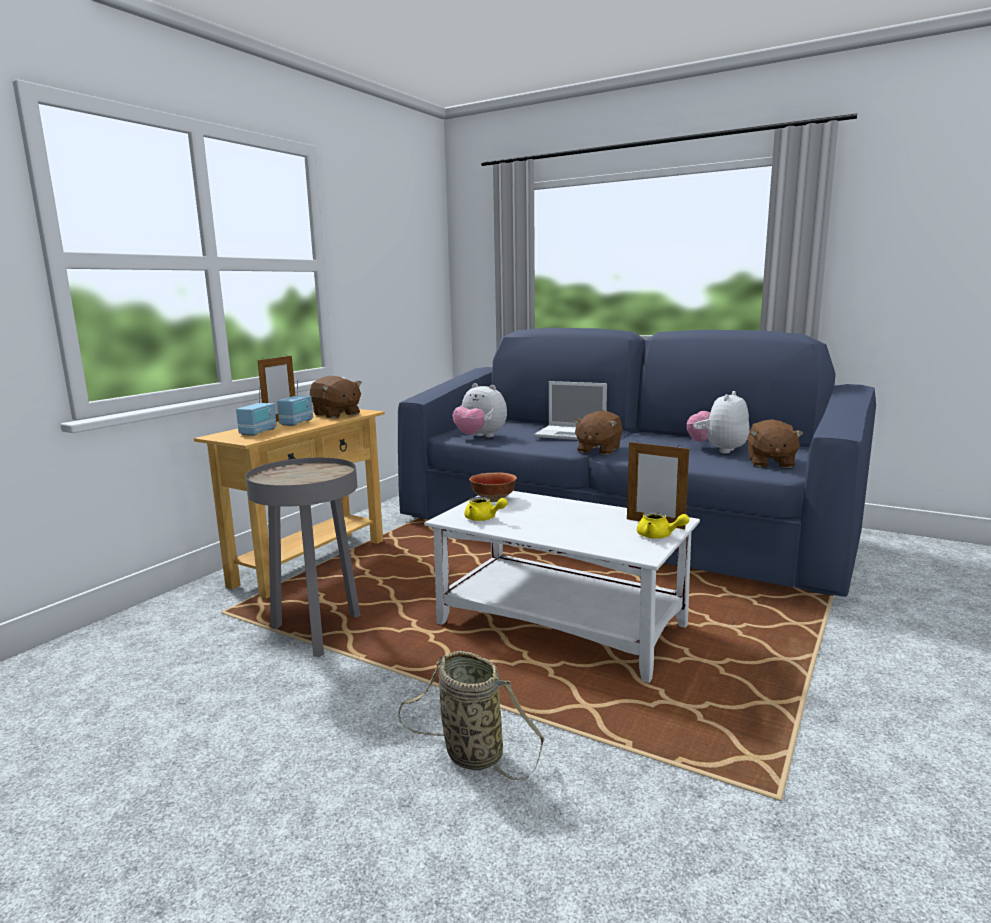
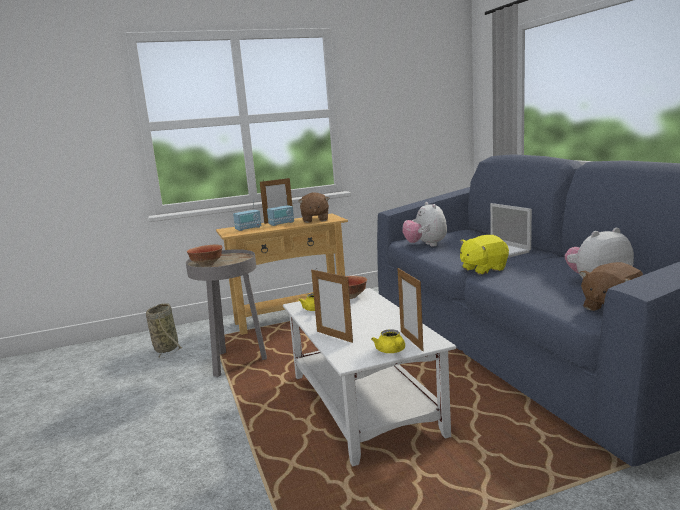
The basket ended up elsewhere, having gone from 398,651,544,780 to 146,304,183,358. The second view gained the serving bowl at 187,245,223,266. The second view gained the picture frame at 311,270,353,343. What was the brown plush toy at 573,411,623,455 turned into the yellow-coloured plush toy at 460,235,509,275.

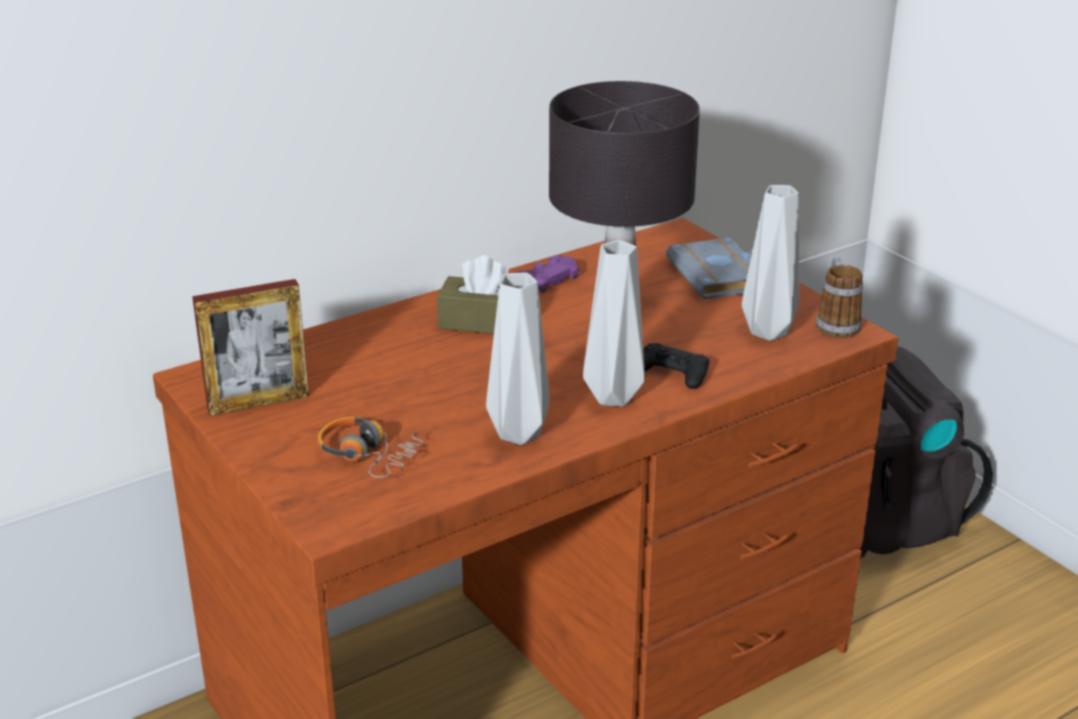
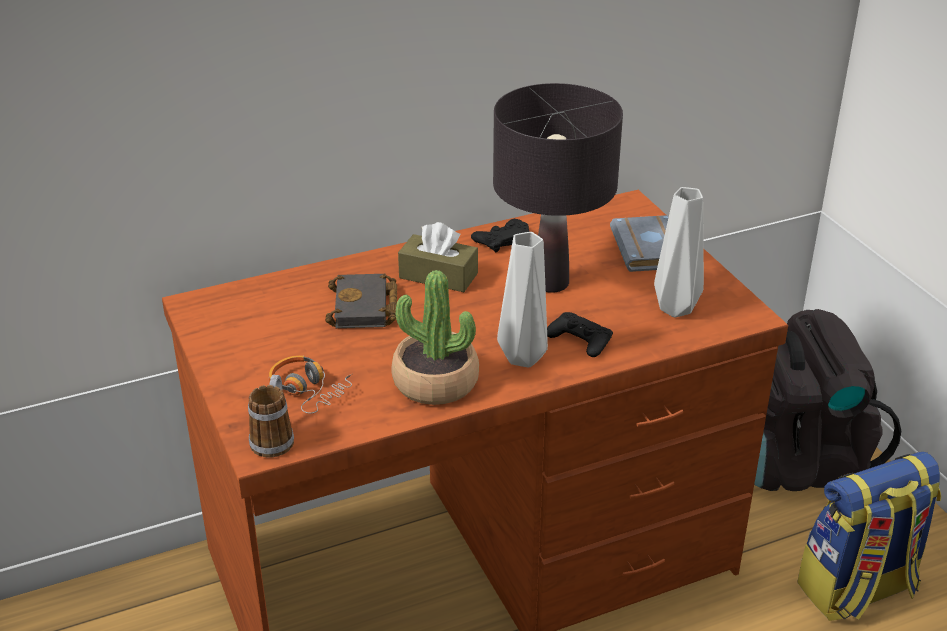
The coffee mug ended up elsewhere, having gone from 816,258,863,338 to 248,375,294,457. The second view gained the black-coloured bound book at 325,274,397,328. Where the greyish decorative vase stood at 486,273,550,445, the plant in a pot came to stand at 391,270,479,405. What was the purple gamepad at 514,255,580,293 turned into the black-coloured gamepad at 471,219,530,252. The second view gained the knapsack at 797,452,941,621. The second view lost the picture frame at 192,279,309,416.

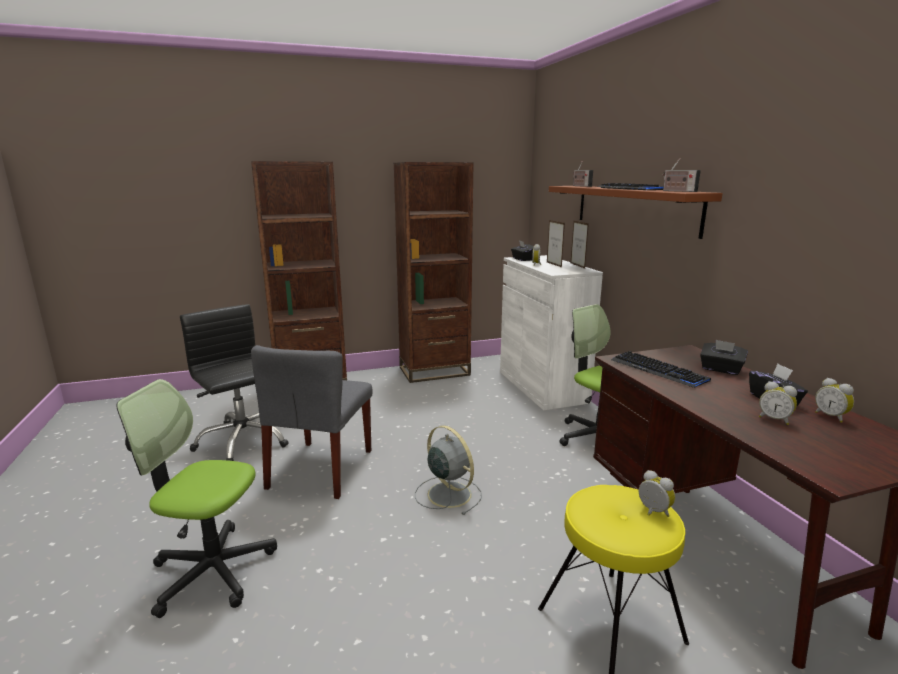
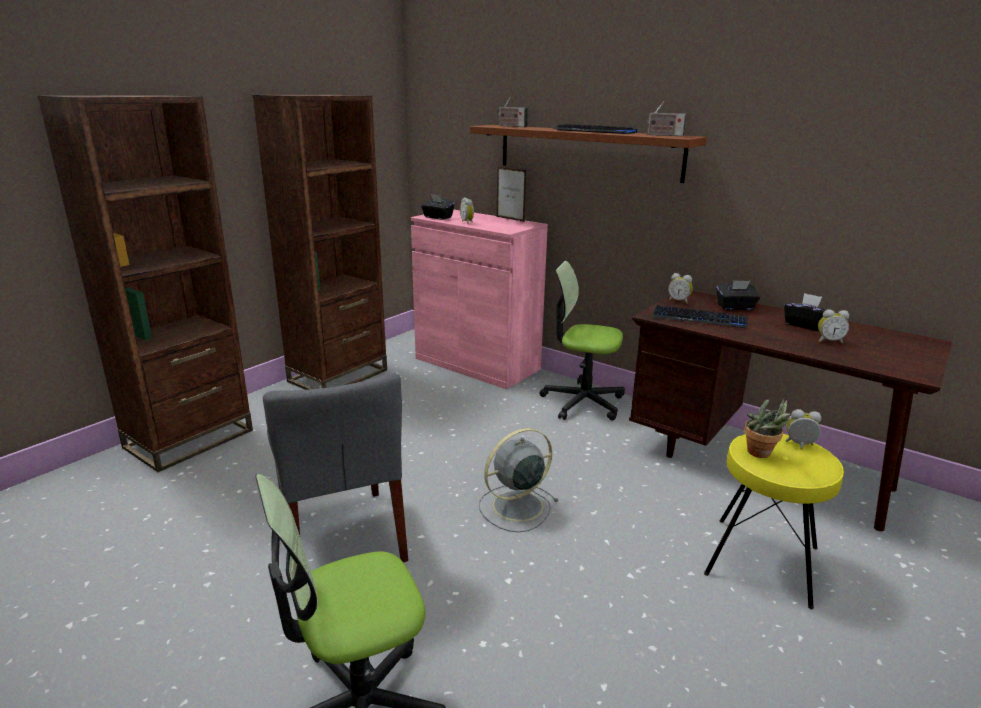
What was the whitish cupboard at 500,255,603,411 turned into the pink cupboard at 411,210,548,389. The greyish cooling fan at 415,425,482,515 ended up facing another way, 45 degrees counterclockwise from before. The table clock ended up elsewhere, having gone from 815,378,854,423 to 668,273,693,304. The second view gained the plant in a pot at 744,399,792,458. The second view lost the black-coloured desk chair at 180,304,289,461. The second view lost the picture frame at 547,220,565,268.

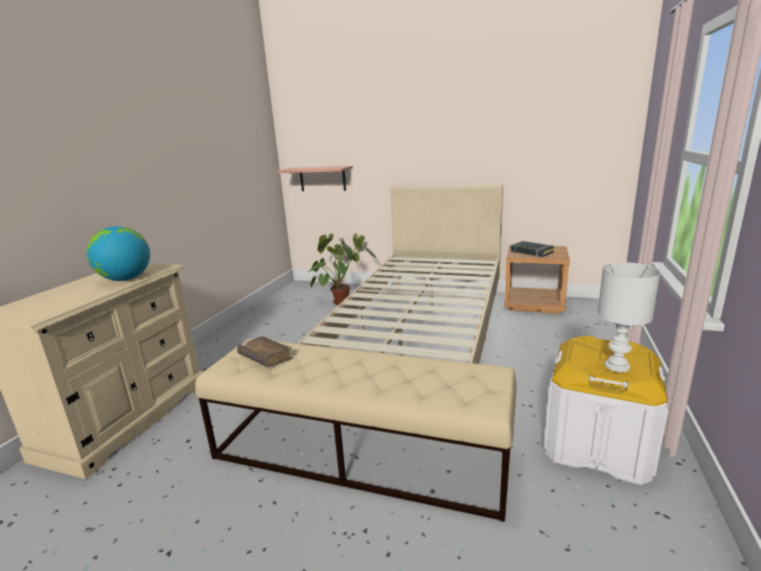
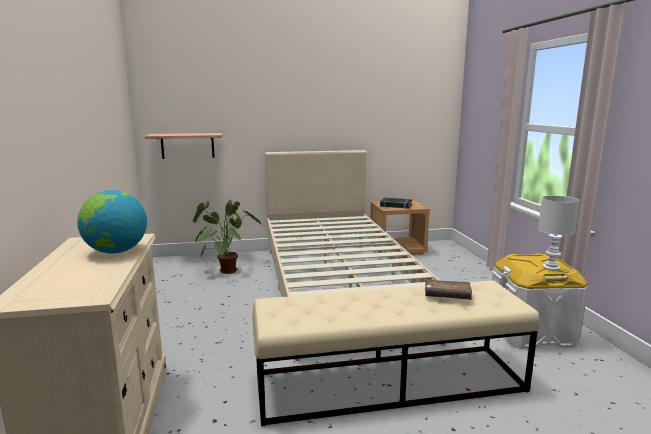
The brown bound book ended up elsewhere, having gone from 237,336,293,367 to 425,279,472,300.

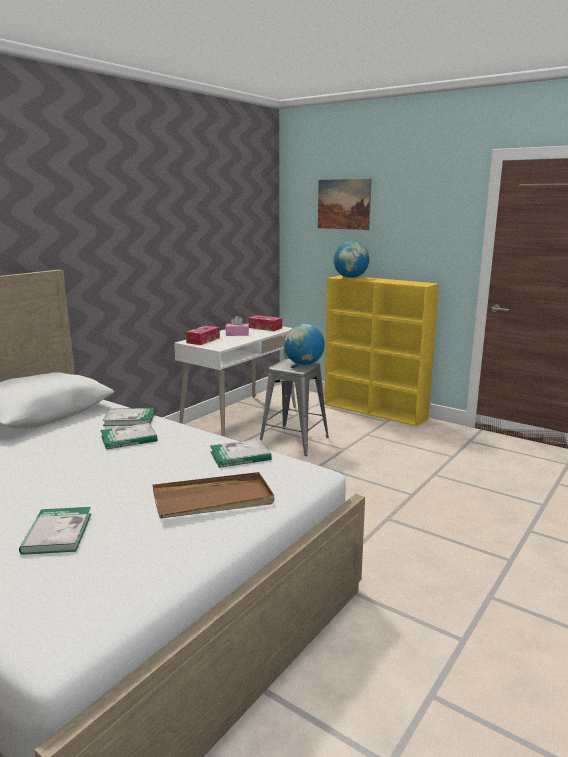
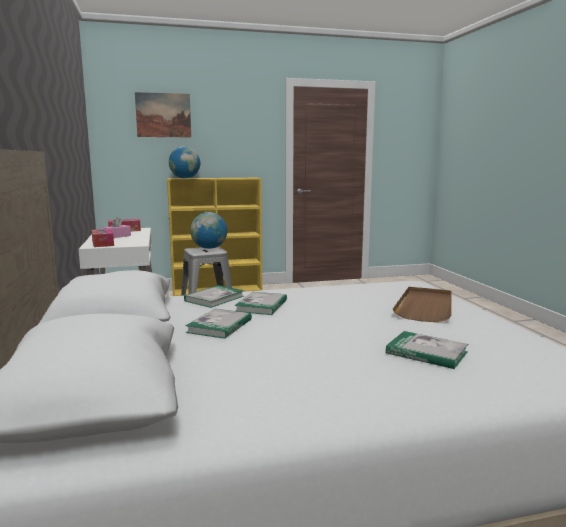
The bound book ended up elsewhere, having gone from 210,439,272,468 to 186,309,252,339.

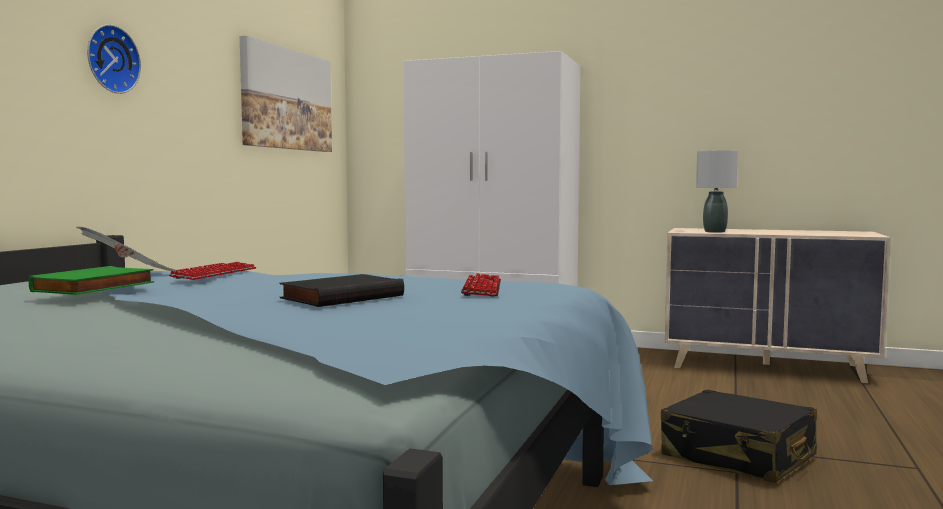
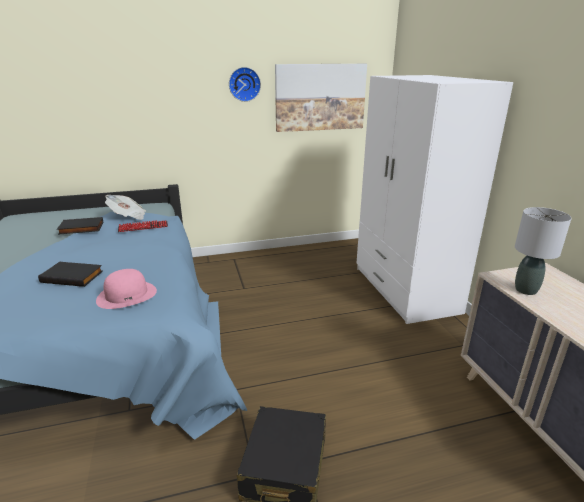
What was the greenish bound book at 29,266,154,295 turned into the black-coloured bound book at 57,217,104,235. Where the keyboard stood at 461,273,501,297, the pink wearable hat came to stand at 96,269,157,309. The clock on the wall ended up elsewhere, having gone from 87,24,141,94 to 229,67,261,102.

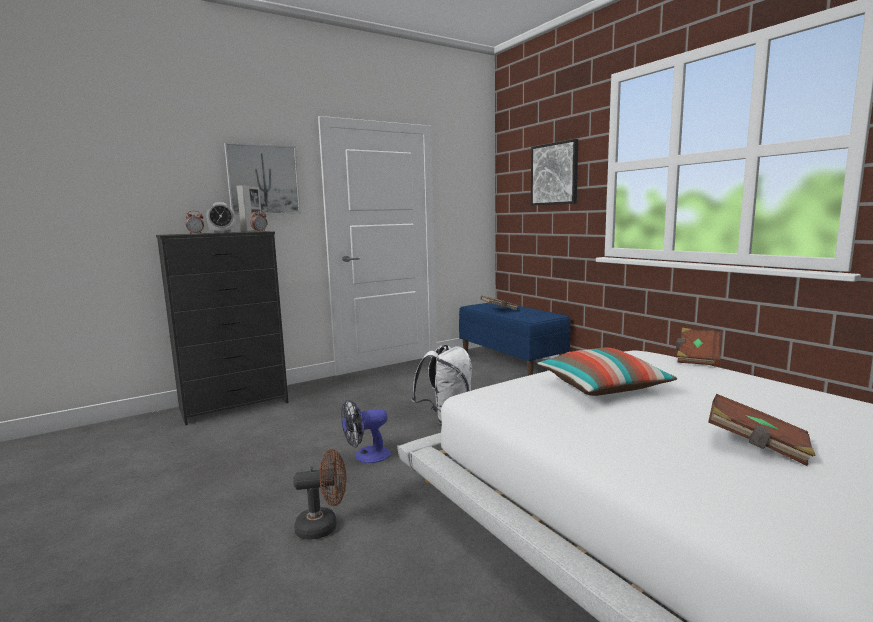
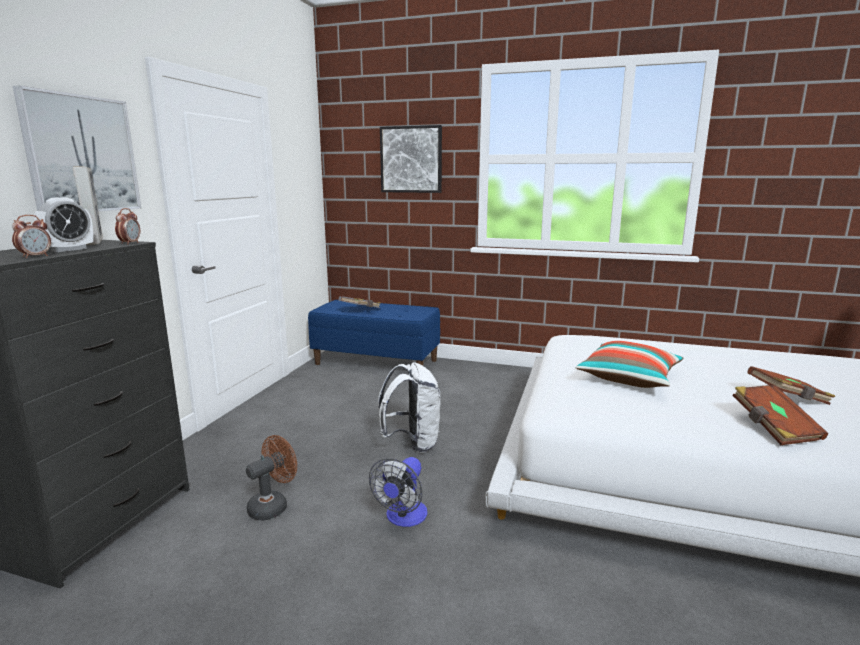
The brown cooling fan ended up elsewhere, having gone from 293,449,346,540 to 246,435,297,521. The brown bound book ended up elsewhere, having gone from 676,328,722,366 to 732,385,828,445.

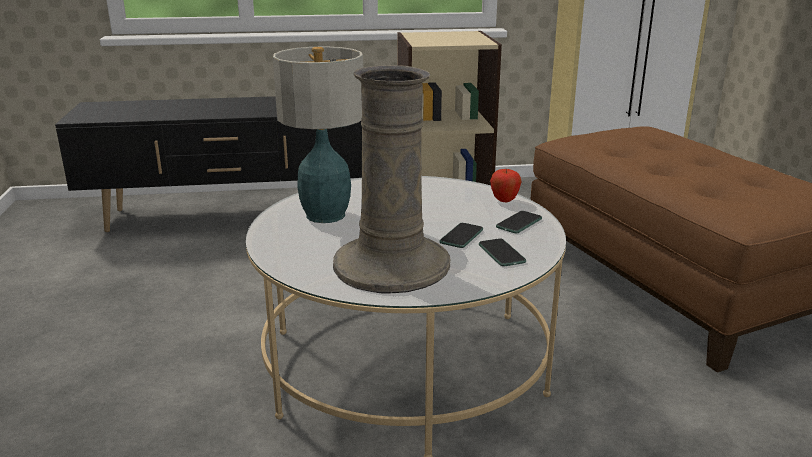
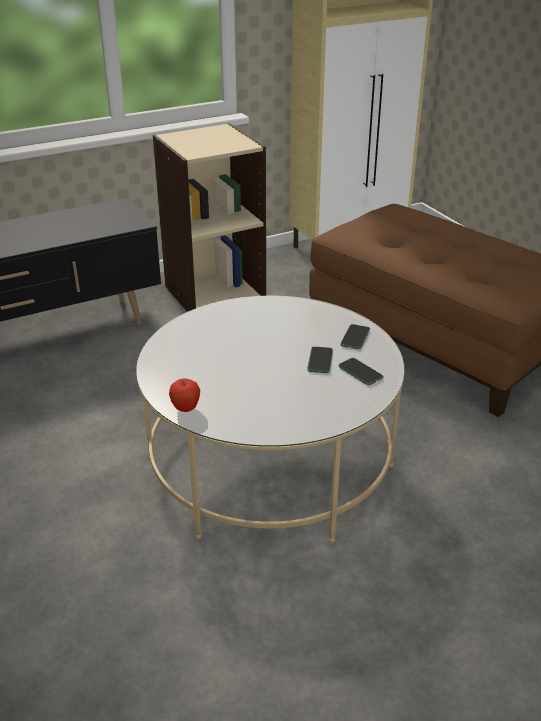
The apple fruit ended up elsewhere, having gone from 490,168,522,202 to 169,378,200,412. The second view lost the tabletop lamp at 273,46,363,223. The second view lost the sand-coloured decorative vase at 333,65,450,294.

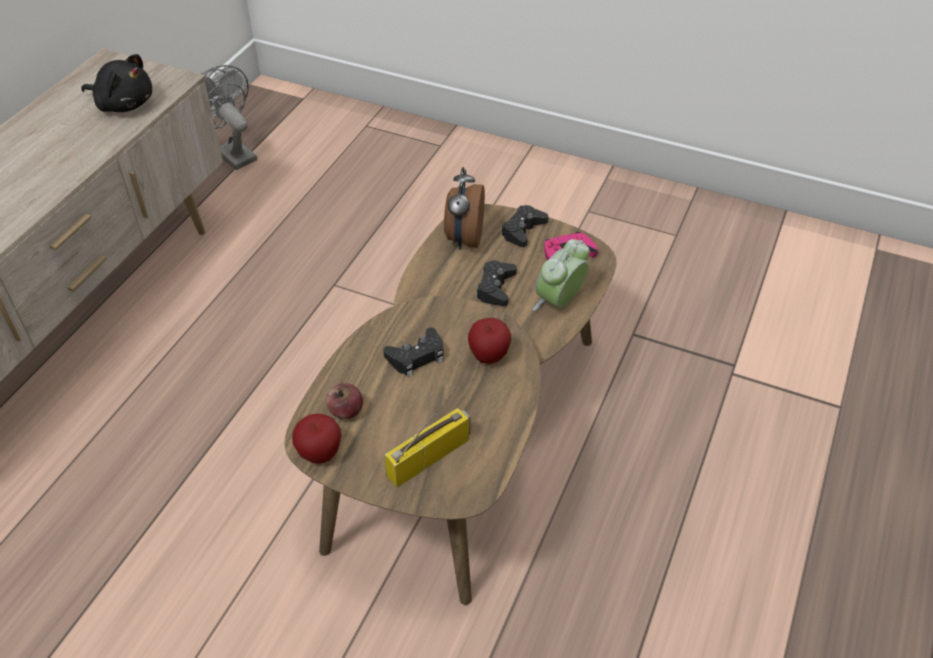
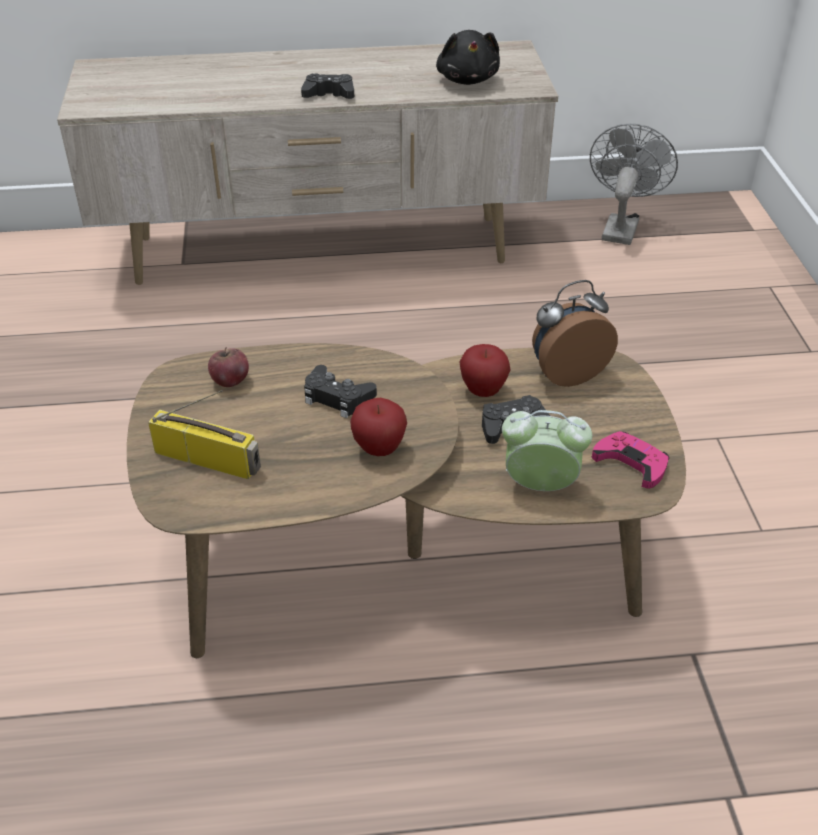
The black-coloured gamepad ended up elsewhere, having gone from 501,205,548,247 to 301,74,354,99. The apple fruit ended up elsewhere, having gone from 292,414,342,464 to 460,344,511,397.

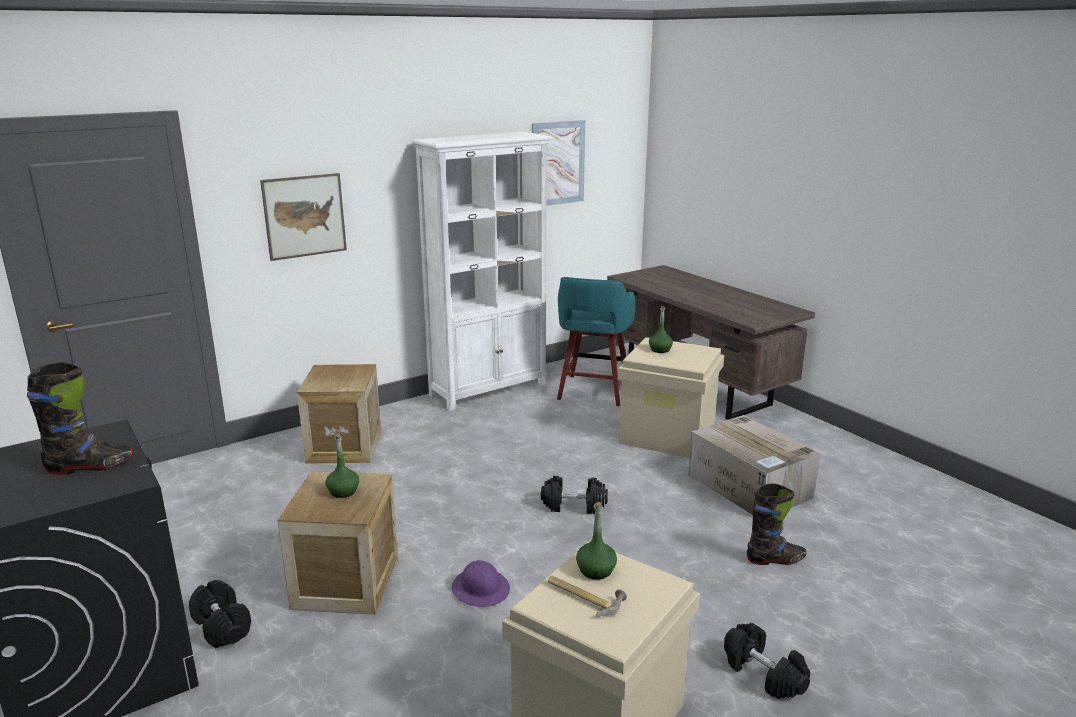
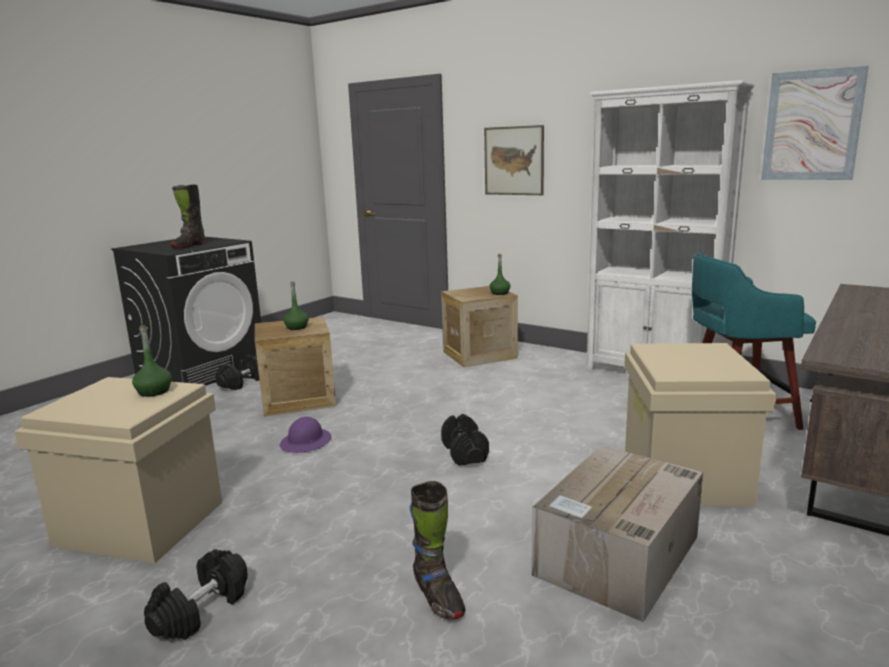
The black-coloured high-top boot at 27,362,134,475 ended up facing another way, 60 degrees clockwise from before. The greenish bottle ended up elsewhere, having gone from 649,306,673,353 to 490,254,510,295. The second view lost the hand hammer at 548,576,627,617.

